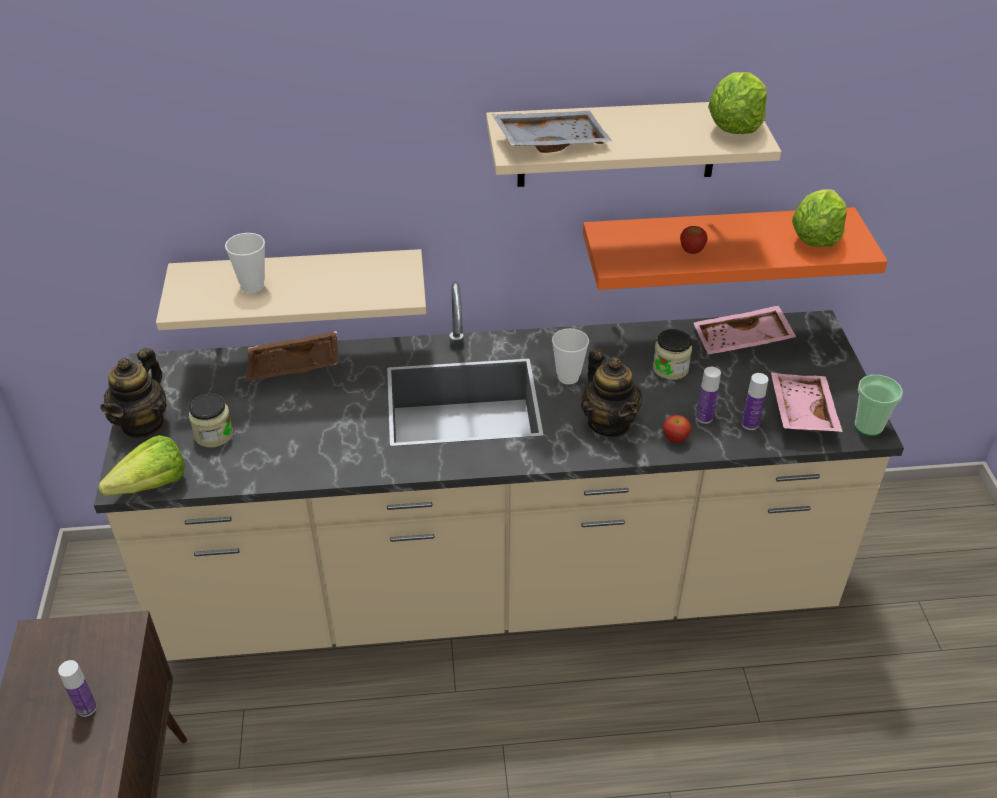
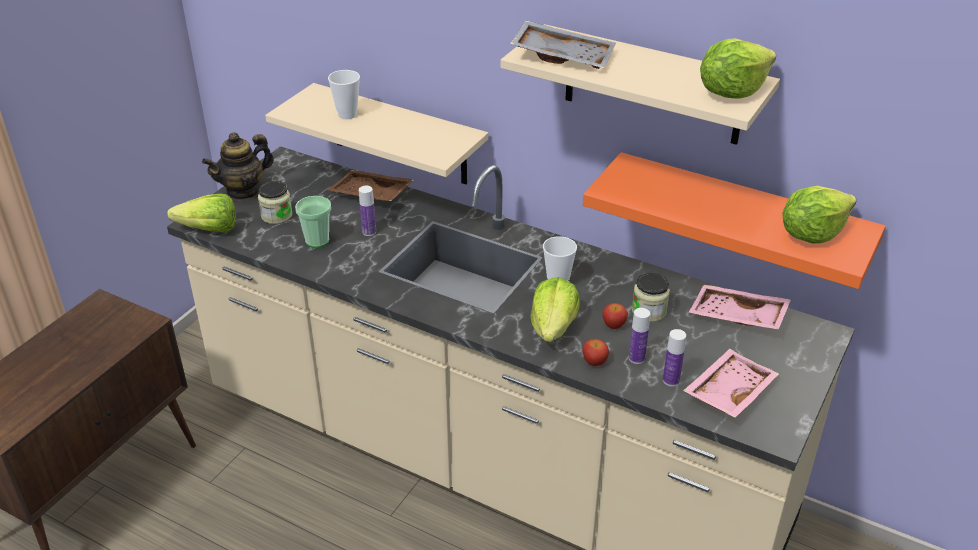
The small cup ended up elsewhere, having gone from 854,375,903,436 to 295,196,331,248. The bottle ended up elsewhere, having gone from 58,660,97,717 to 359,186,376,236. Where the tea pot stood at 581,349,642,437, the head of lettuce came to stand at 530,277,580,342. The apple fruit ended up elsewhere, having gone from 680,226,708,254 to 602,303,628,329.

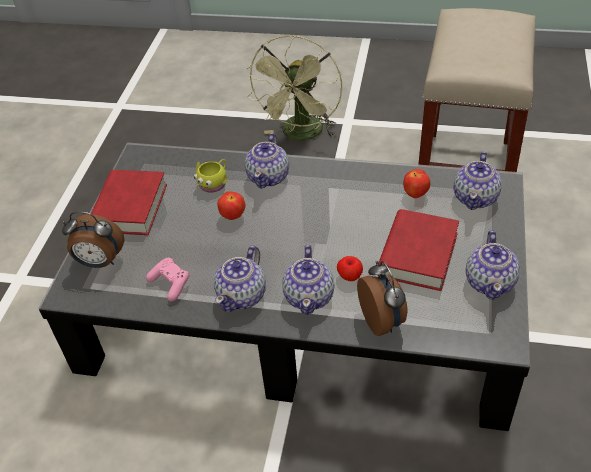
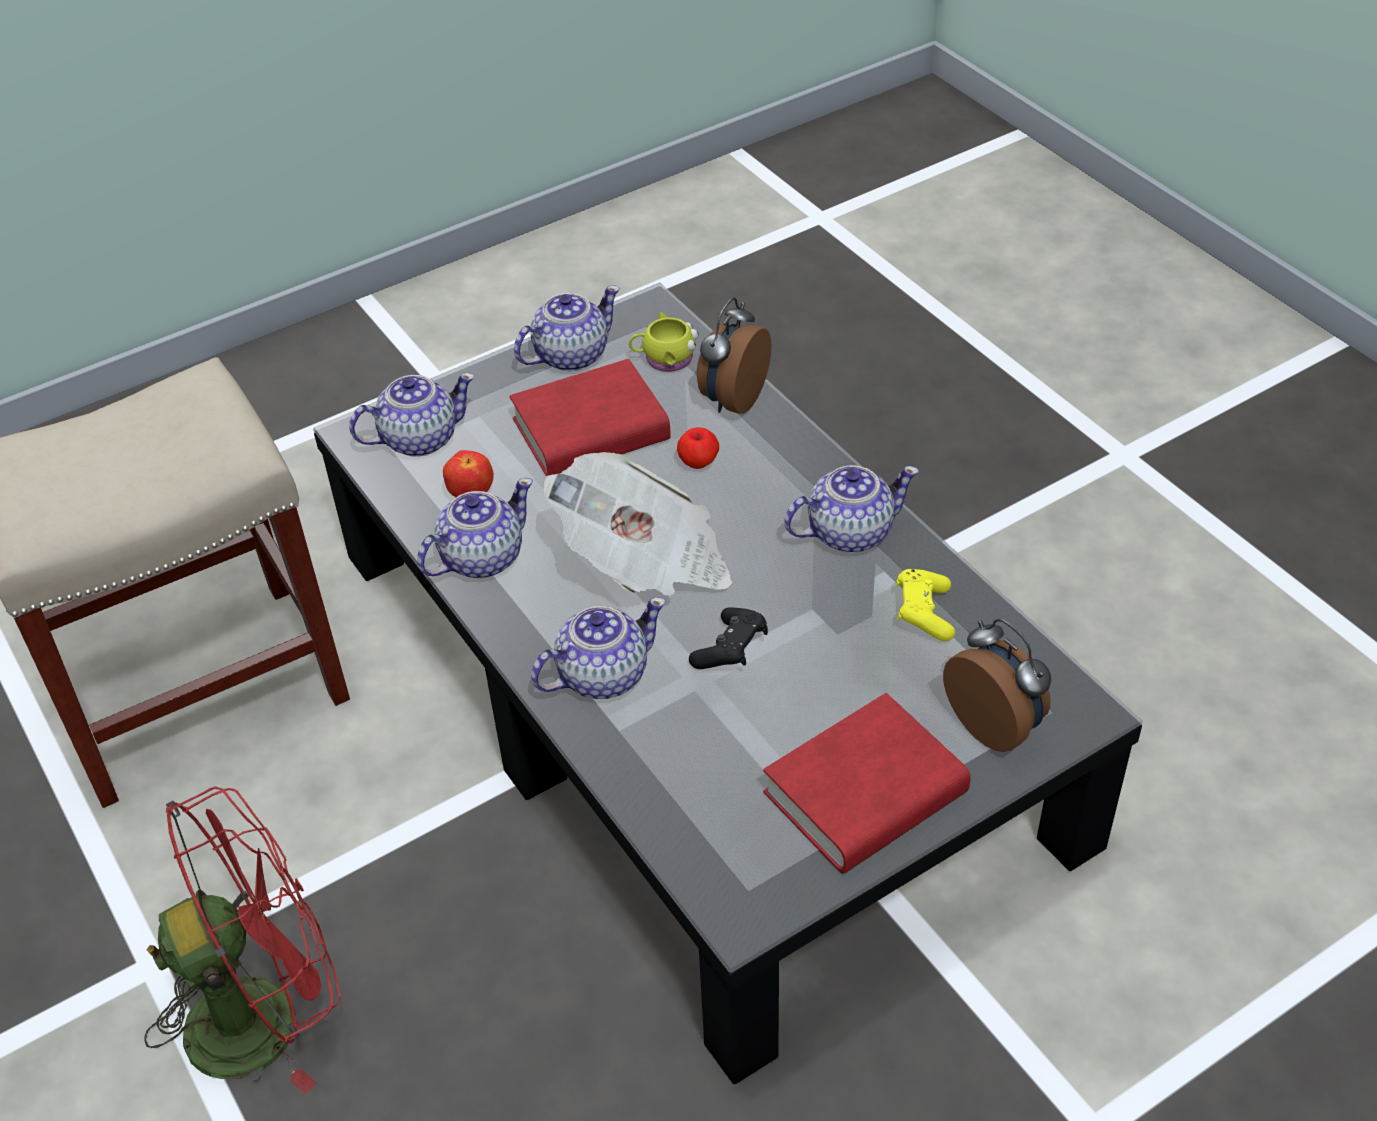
What was the greenish cooling fan at 247,35,342,140 turned into the red cooling fan at 144,786,341,1094. The tea pot ended up elsewhere, having gone from 282,245,334,315 to 417,478,533,578. The second view gained the printed paper at 543,452,733,596. The yellow-coloured coffee mug ended up elsewhere, having gone from 194,159,227,193 to 629,312,699,372. Where the apple fruit stood at 217,191,245,220, the black-coloured gamepad came to stand at 689,607,768,669. What was the pink gamepad at 146,258,190,302 turned into the yellow-coloured gamepad at 895,569,955,641.

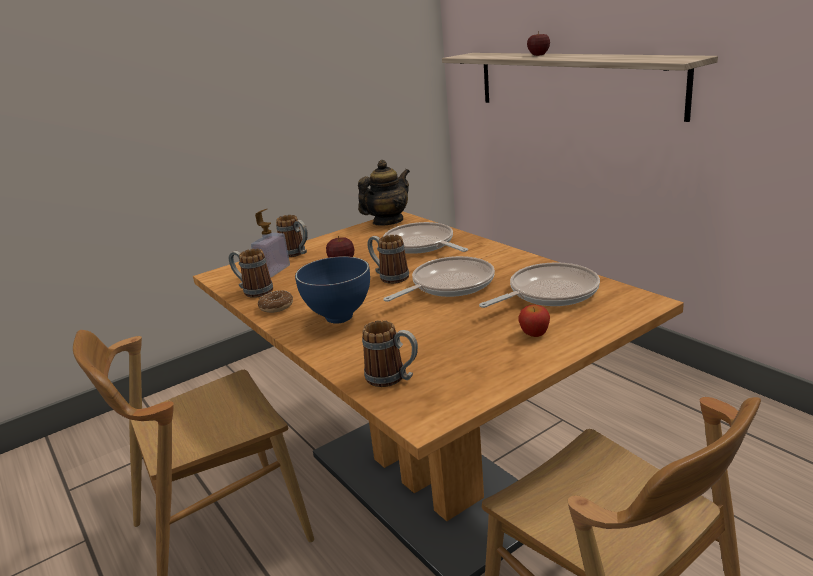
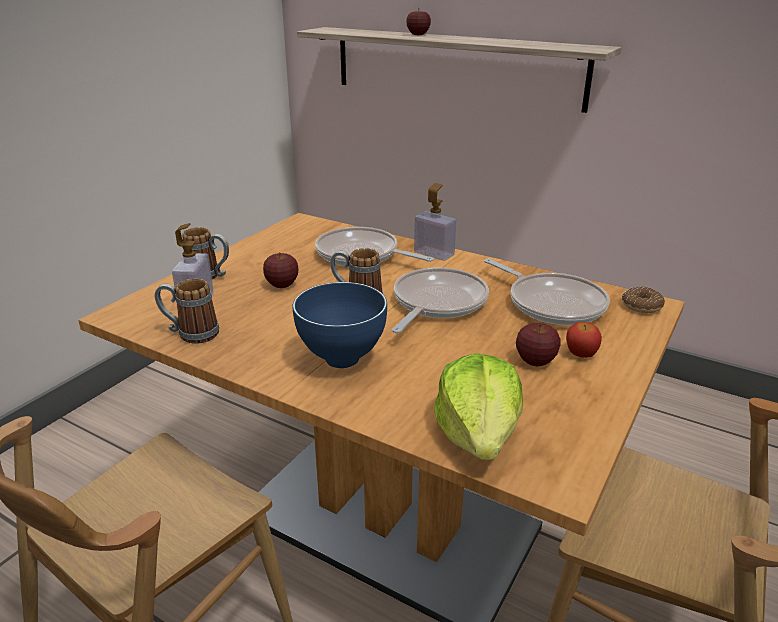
The second view gained the soap bottle at 414,183,456,261. Where the coffee mug stood at 362,320,418,387, the head of lettuce came to stand at 434,353,523,460. The pan at 479,262,600,308 ended up facing another way, 105 degrees clockwise from before. The second view gained the apple fruit at 516,323,561,366. The doughnut ended up elsewhere, having gone from 258,290,293,313 to 622,286,665,313. The second view lost the tea pot at 358,160,410,225.

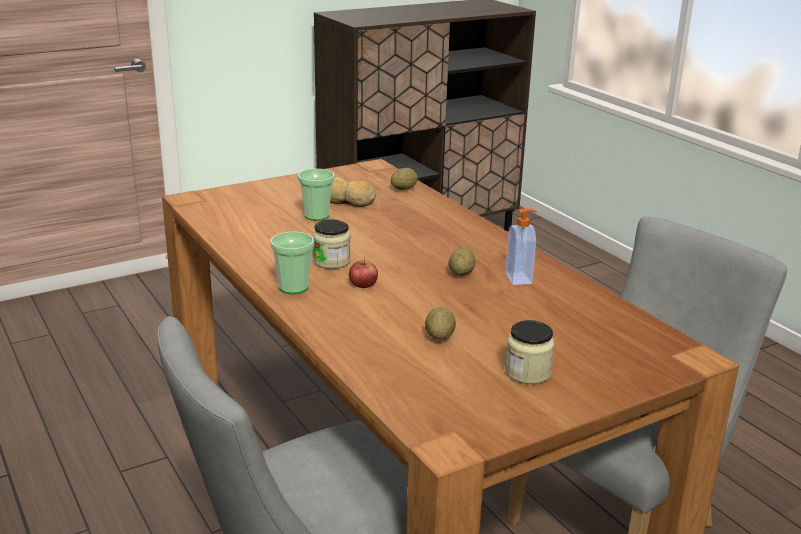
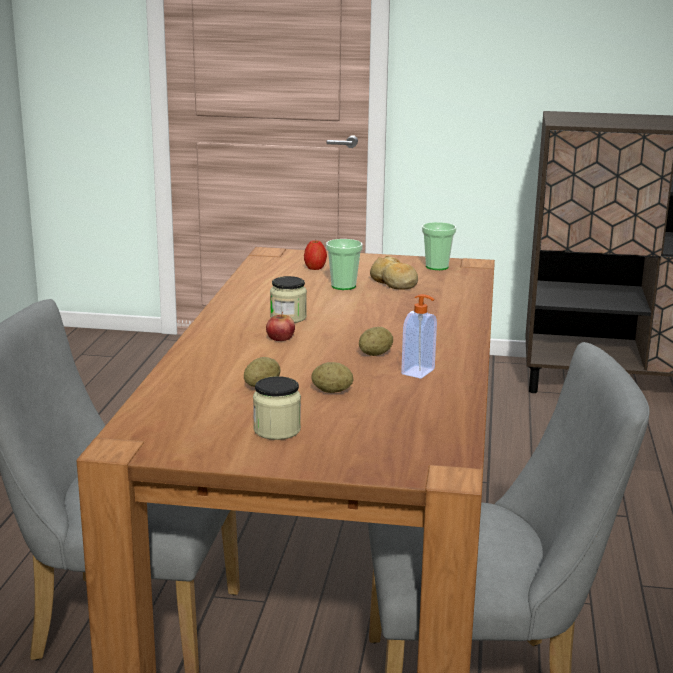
The second view gained the apple fruit at 304,241,327,270. The spud ended up elsewhere, having gone from 391,168,418,190 to 311,362,353,393. The small cup ended up elsewhere, having gone from 270,231,314,294 to 422,222,456,270.

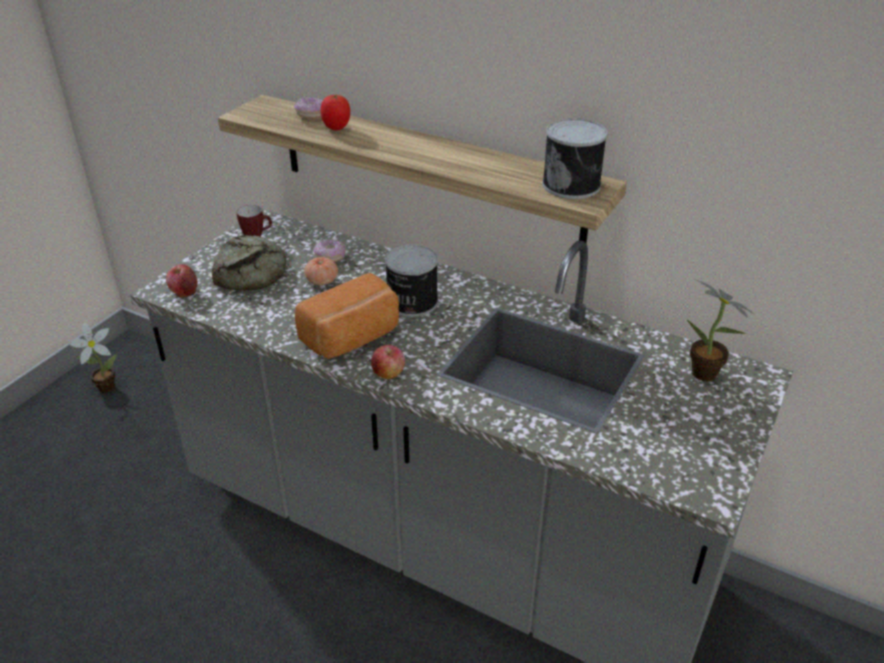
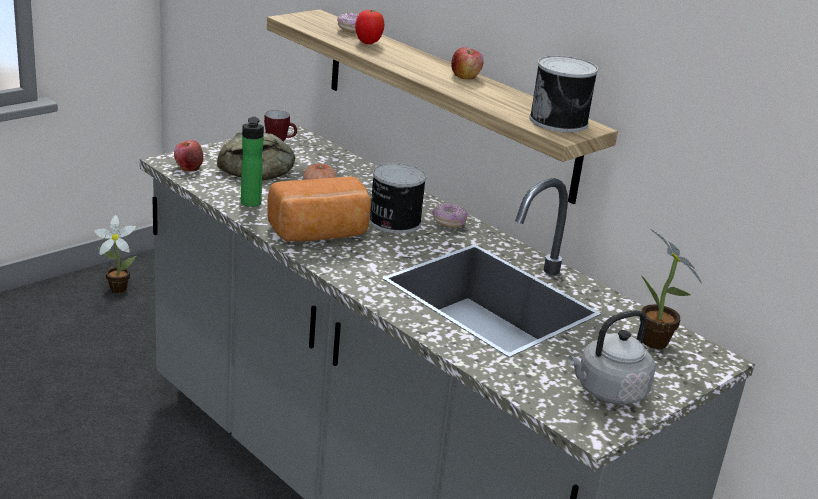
The second view gained the bottle at 241,117,264,207. The doughnut ended up elsewhere, having gone from 314,239,346,262 to 433,203,468,228. The apple fruit ended up elsewhere, having gone from 371,345,405,379 to 451,47,484,79. The second view gained the greyish kettle at 568,310,655,405.

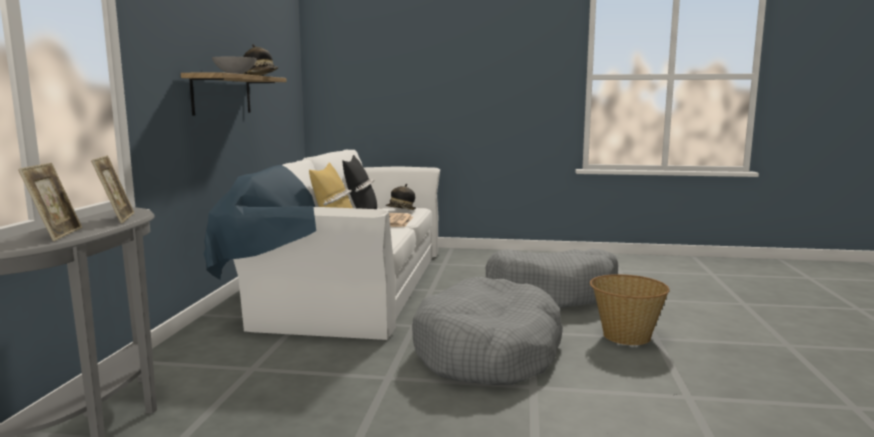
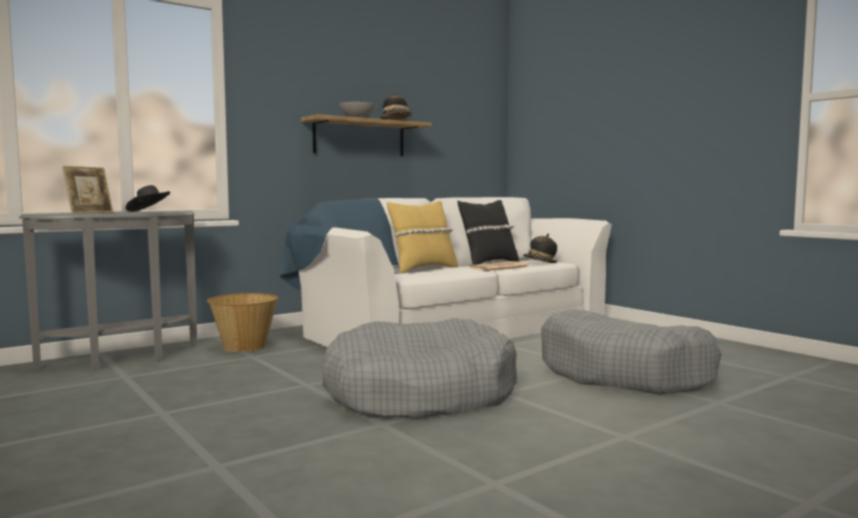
Where the picture frame stood at 91,155,134,223, the black-coloured wearable hat came to stand at 126,185,170,212. The basket ended up elsewhere, having gone from 590,274,670,345 to 207,293,278,352.

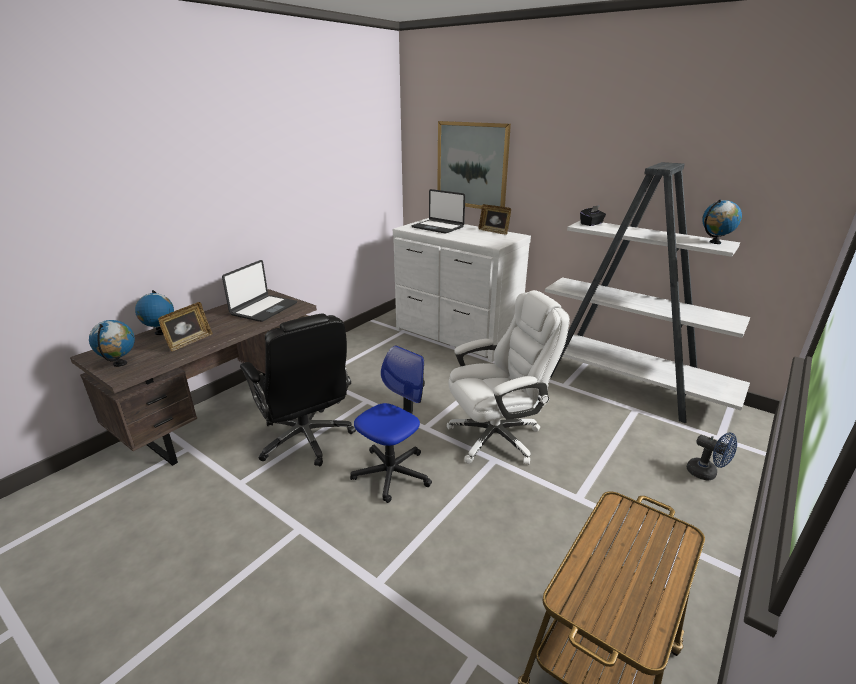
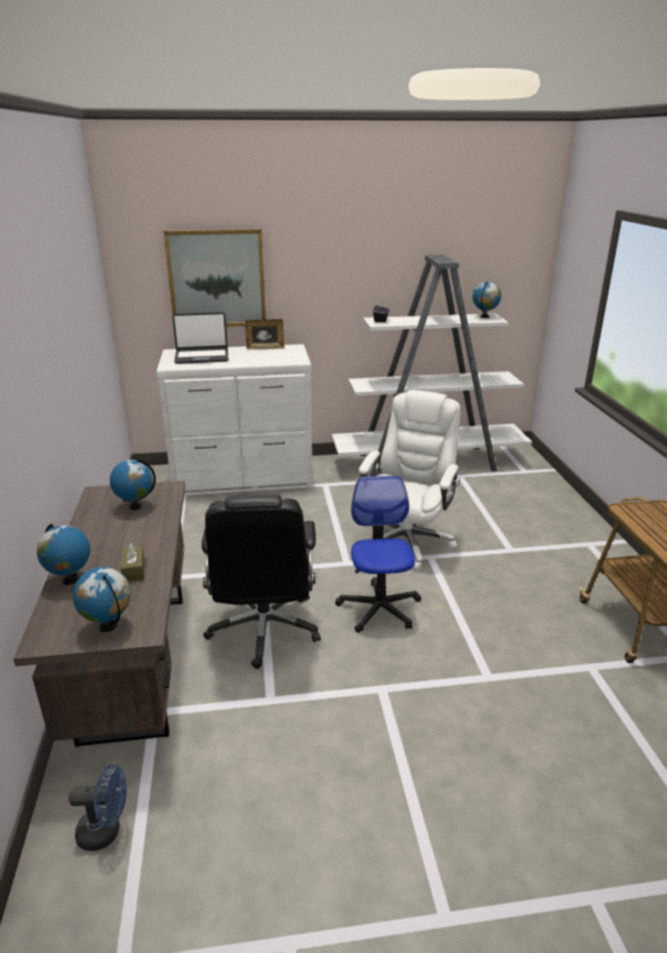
The bluish cooling fan ended up elsewhere, having gone from 687,432,737,480 to 69,764,127,851. Where the laptop stood at 222,260,297,322, the desk globe came to stand at 110,459,156,510. Where the picture frame stood at 158,302,213,351, the brown tissue holder came to stand at 121,542,145,582. The black-coloured desk chair at 240,313,356,467 ended up facing another way, 75 degrees clockwise from before.

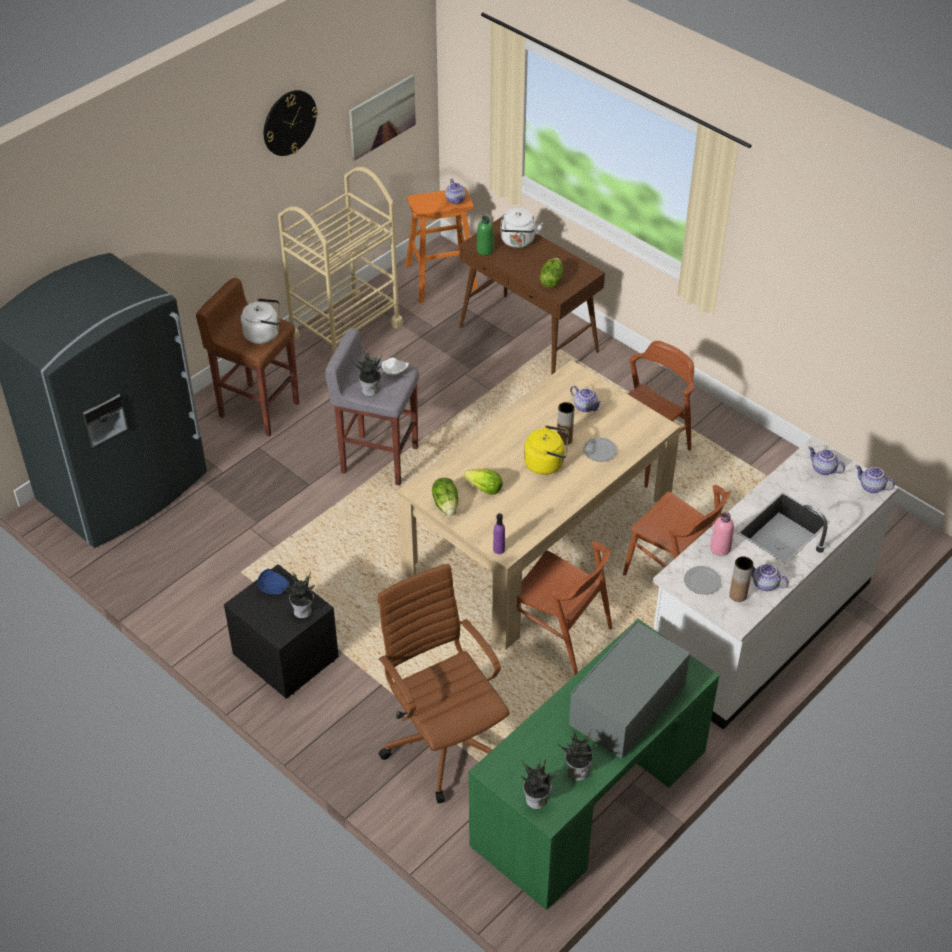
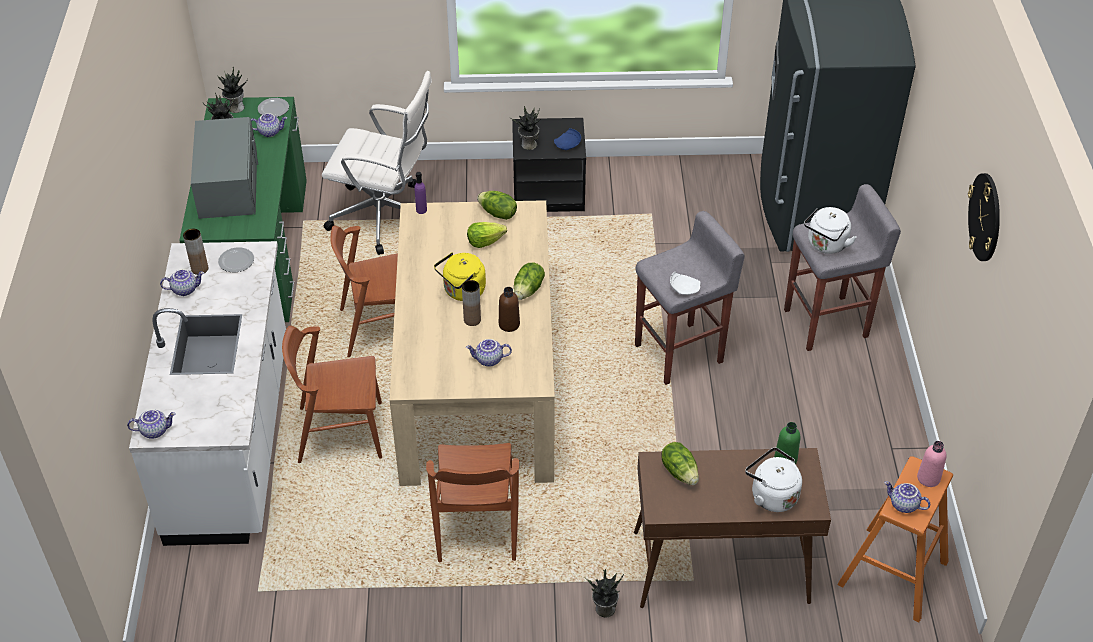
The tea pot ended up elsewhere, having gone from 808,446,845,475 to 251,113,287,137. The dinner plate ended up elsewhere, having gone from 583,437,617,462 to 258,98,289,117. What was the brown desk chair at 378,563,510,803 turned into the whitish desk chair at 322,71,432,255. The second view gained the brown bottle at 499,287,520,332. The second view gained the head of lettuce at 514,263,545,300. The plant in a pot ended up elsewhere, having gone from 352,350,382,396 to 585,569,624,617. What was the brown stool seat at 196,278,299,437 turned into the greyish stool seat at 784,184,901,351. The pink bottle ended up elsewhere, having gone from 710,512,734,556 to 917,441,947,487. The second view lost the sand-coloured wheeled cart at 278,167,403,361. The second view lost the picture at 349,75,416,161.

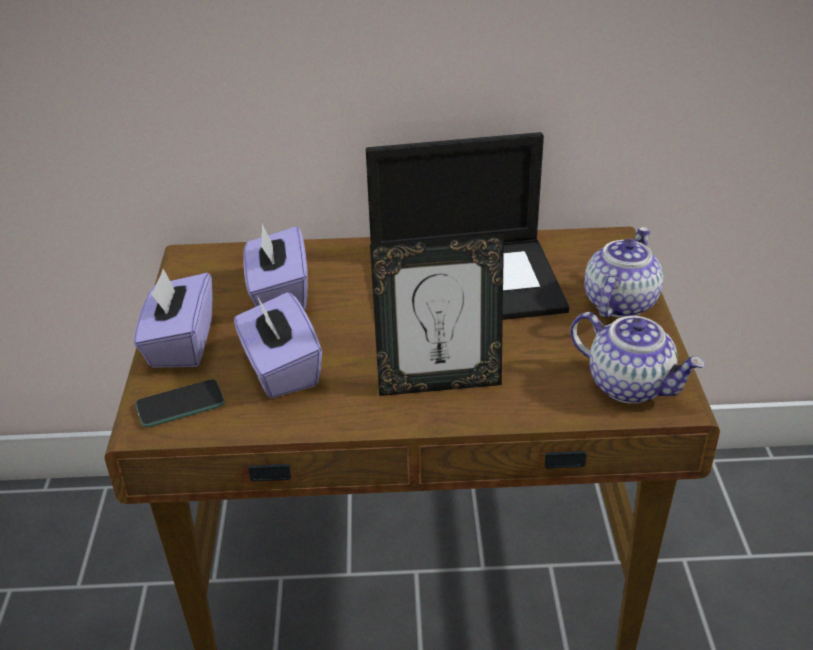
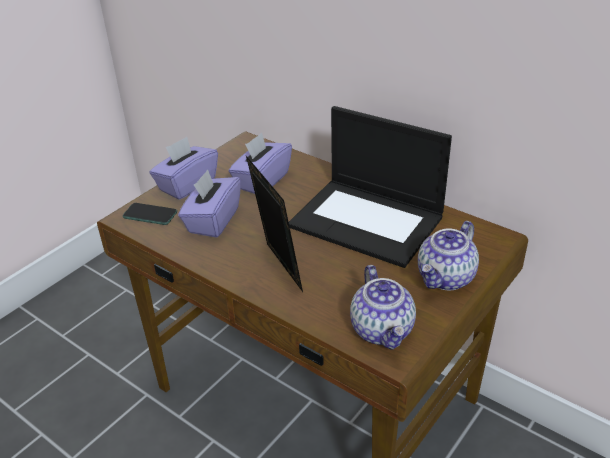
The picture frame at 370,234,504,396 ended up facing another way, 150 degrees counterclockwise from before. The tea pot at 584,227,663,318 ended up facing another way, 150 degrees clockwise from before.

